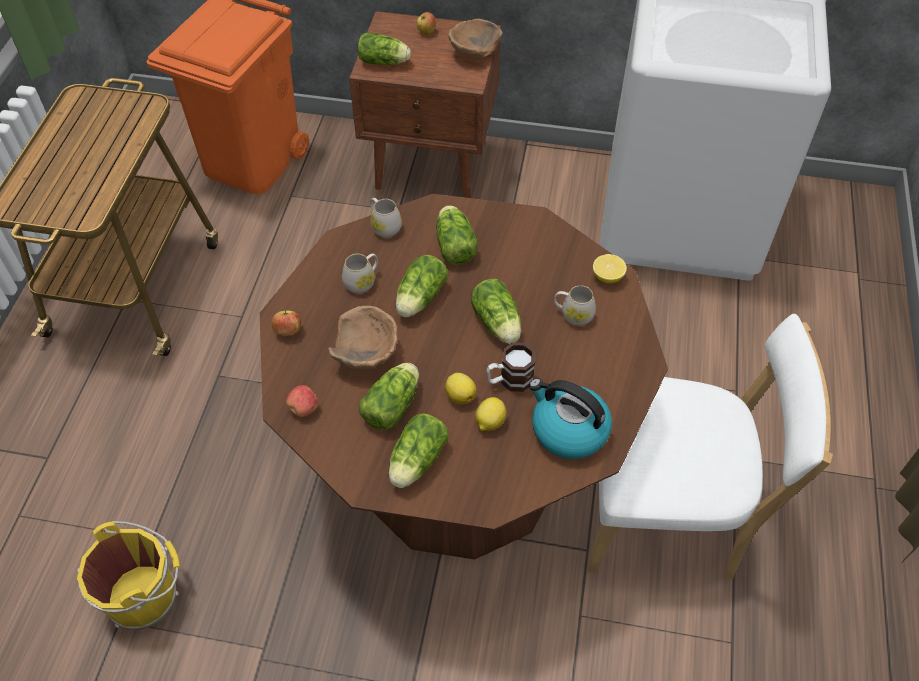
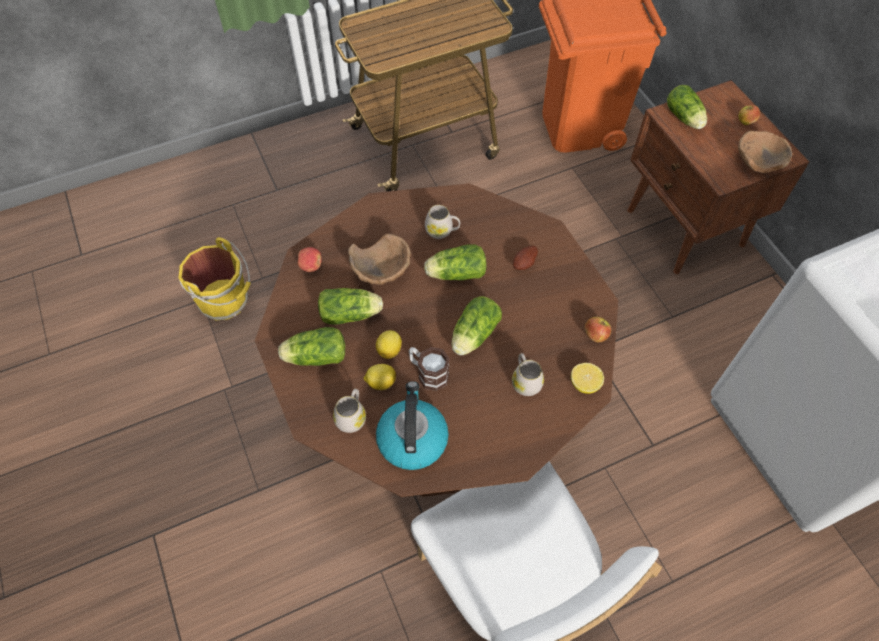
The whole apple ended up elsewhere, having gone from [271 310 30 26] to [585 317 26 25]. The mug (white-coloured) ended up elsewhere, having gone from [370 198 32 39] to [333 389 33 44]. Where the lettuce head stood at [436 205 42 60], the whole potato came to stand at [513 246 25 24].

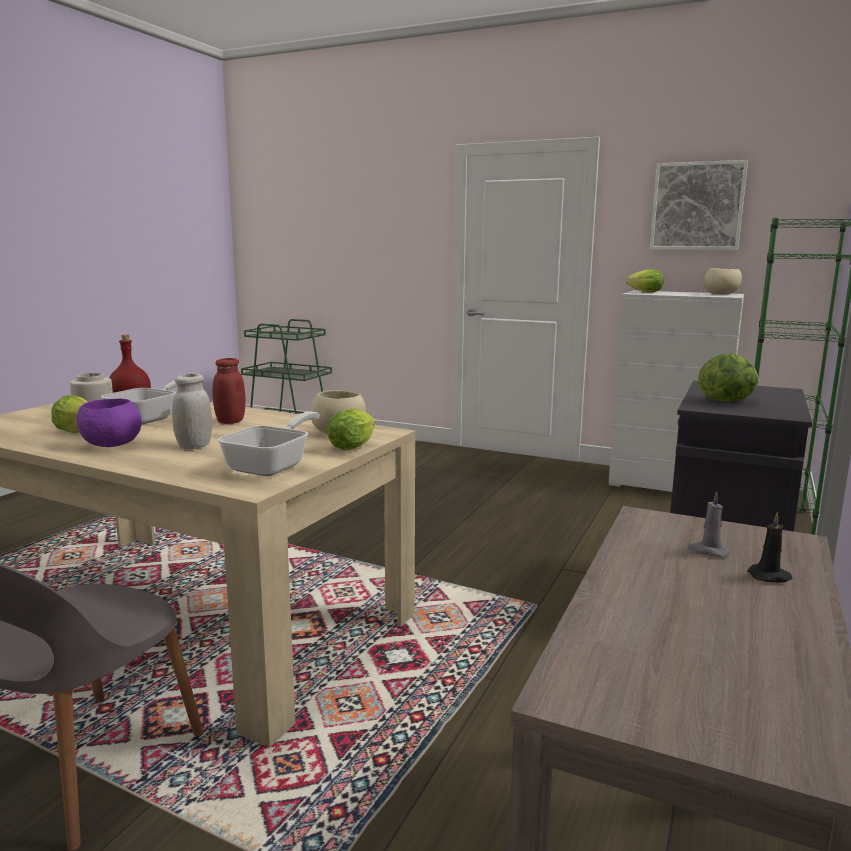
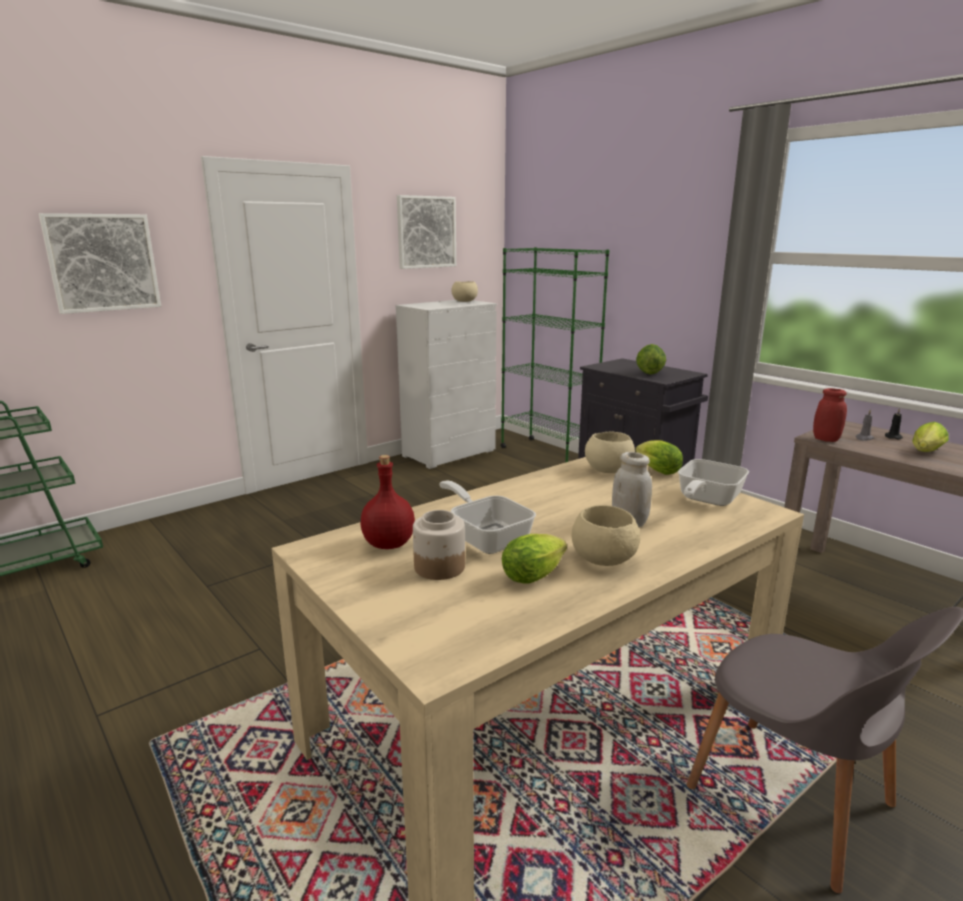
The second view gained the wall picture at [39 213 122 101]. The storage jar (reddish) ended up elsewhere, having gone from [212 358 33 66] to [813 388 34 54]. The lettuce head ended up elsewhere, having gone from [626 269 38 24] to [912 422 37 30]. What was the serving bowl (purplish) at [77 399 65 48] turned into the serving bowl (sand-coloured) at [572 505 68 61]. The frying pan at [218 411 102 65] ended up facing another way, 105 degrees counterclockwise from before.

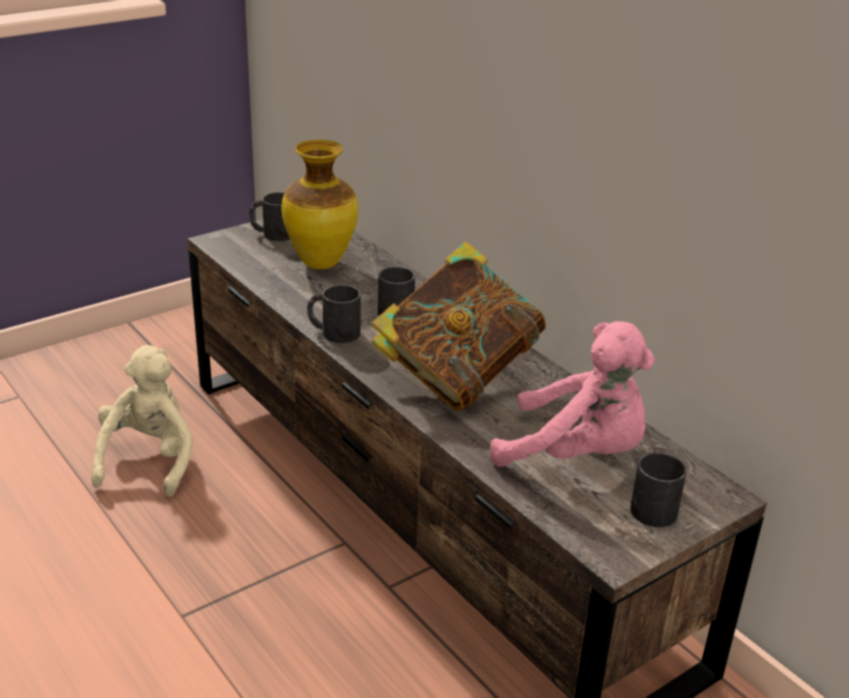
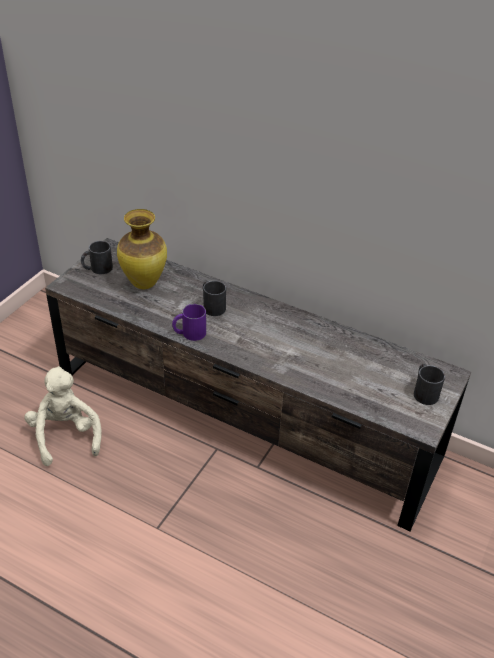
The second view lost the book at [372 242 174 169]. The second view lost the cuddly toy (pink-coloured) at [490 321 165 146]. What was the mug (black-coloured) at [307 285 54 58] turned into the mug (purplish) at [172 304 34 37].

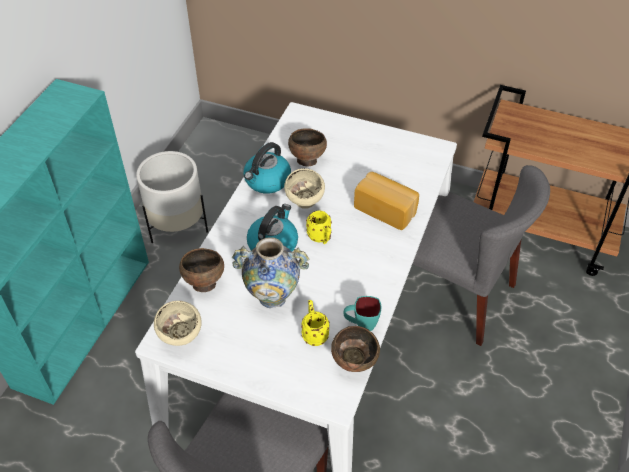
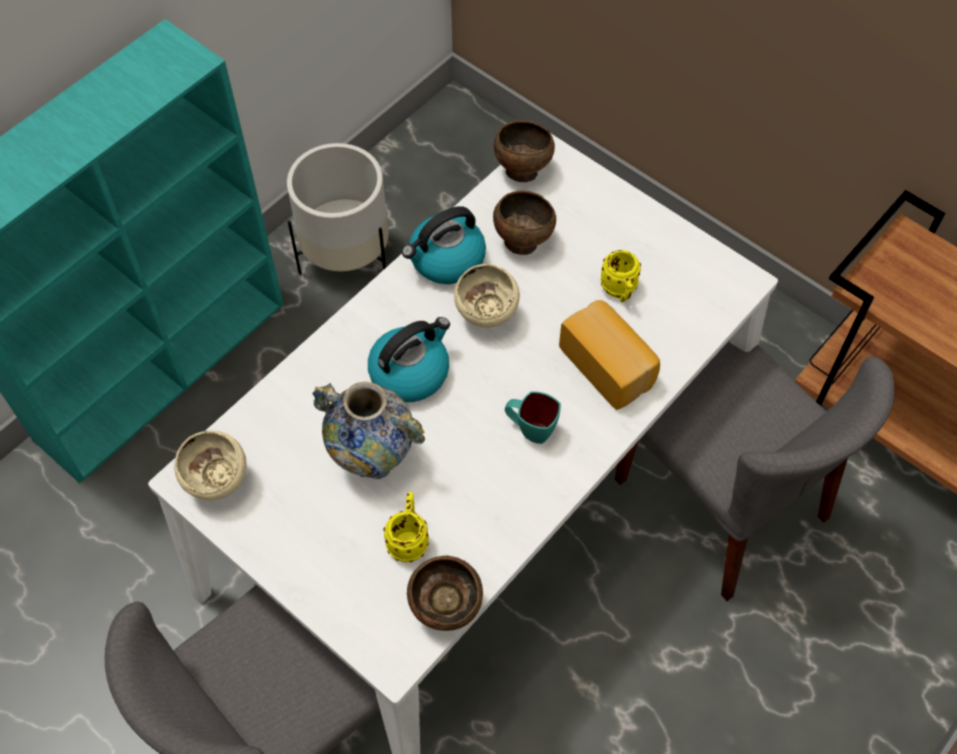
The serving bowl (brown-coloured) ended up elsewhere, having gone from [179 248 45 44] to [494 120 61 62]. The mug (yellow-coloured) ended up elsewhere, having gone from [306 210 26 34] to [601 250 40 52]. The mug (turquoise) ended up elsewhere, having gone from [343 296 38 35] to [505 391 56 53].

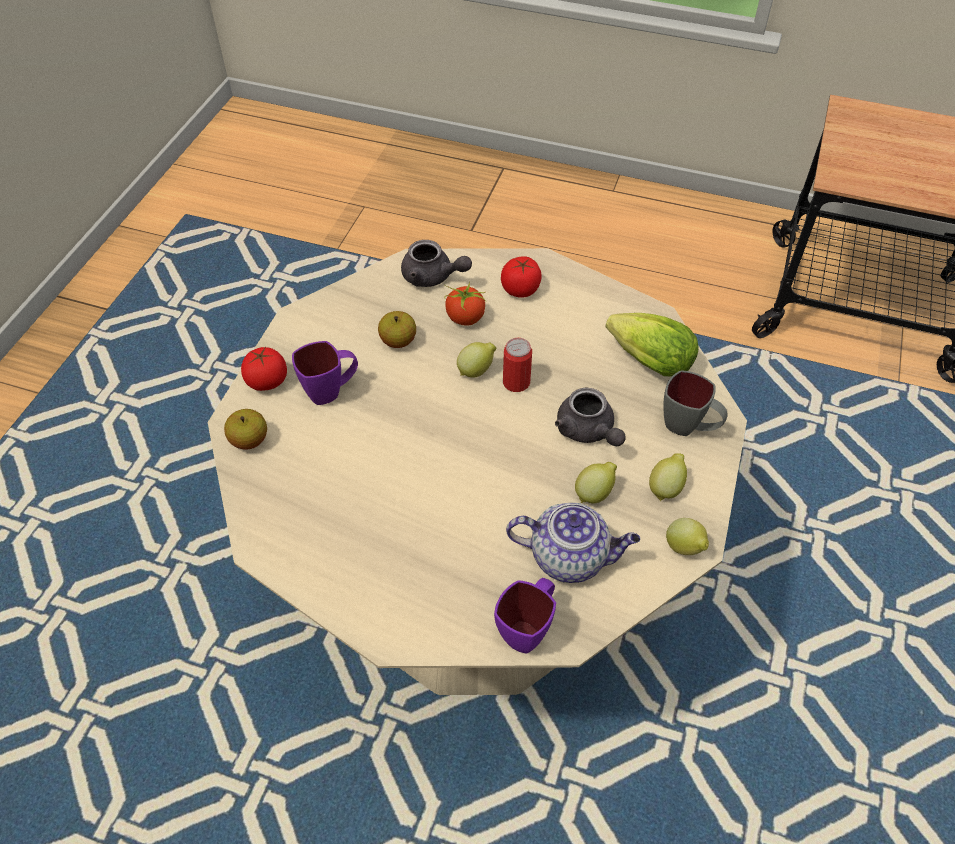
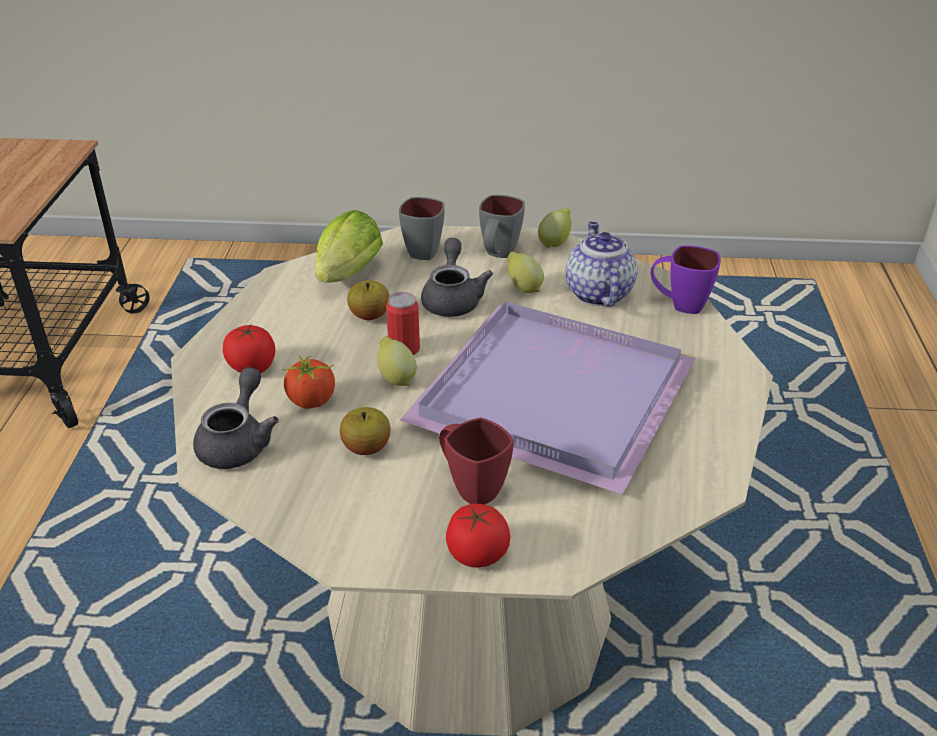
The second view gained the tray (purplish) at [400 302 296 193]. The whole apple ended up elsewhere, having gone from [224 409 43 41] to [347 280 43 40]. Where the citrus fruit stood at [649 453 38 48], the mug (greyish) came to stand at [479 195 46 63]. What was the mug (purplish) at [292 341 66 64] turned into the mug (reddish) at [439 418 75 87]. The teapot (greyish) at [555 388 71 58] ended up facing another way, 45 degrees counterclockwise from before.

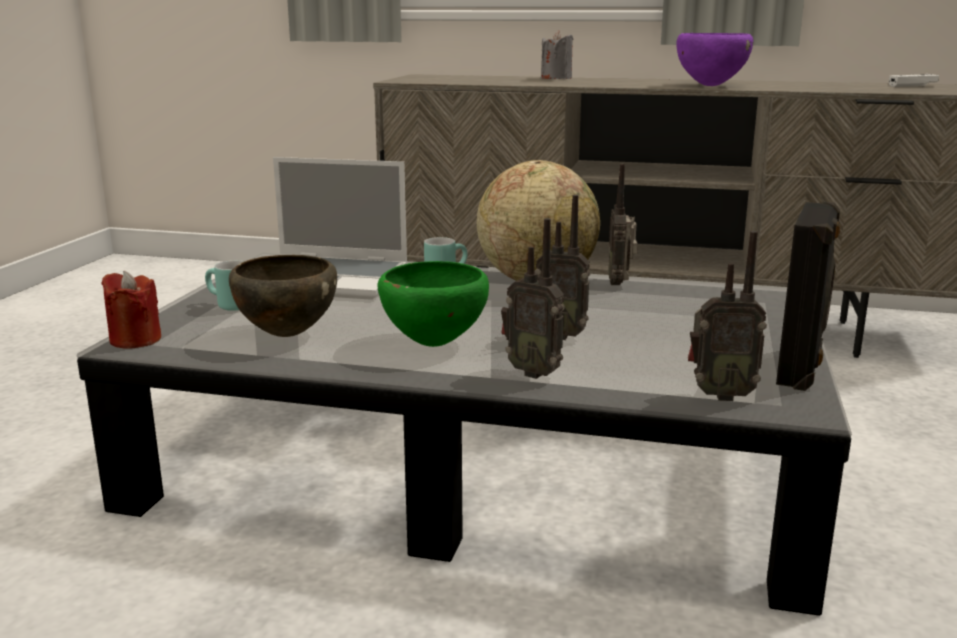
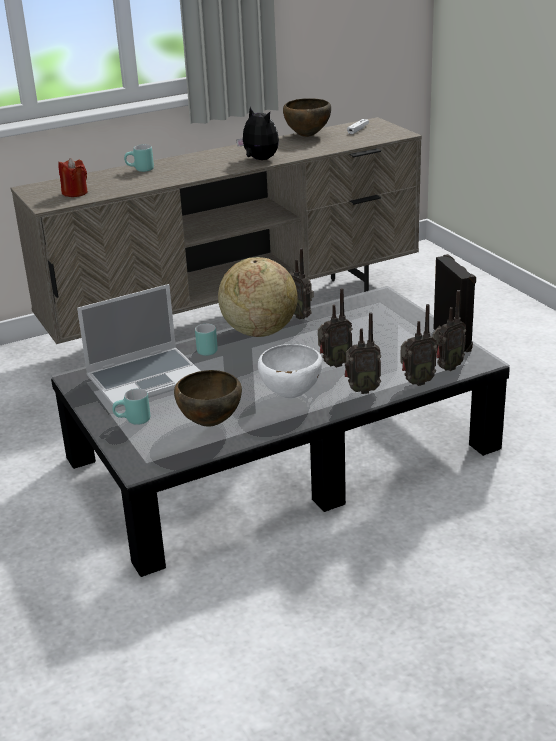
The second view gained the serving bowl (brown-coloured) at [283 98 48 39]. The second view gained the radio at [400 304 37 82]. The wax candle (reddish) ended up elsewhere, having gone from [101 271 60 78] to [58 158 30 39]. Where the wax candle (greyish) stood at [541 31 32 48], the mug (turquoise) came to stand at [124 144 30 28]. Where the serving bowl (purplish) stood at [677 33 76 53], the cuddly toy came to stand at [237 107 42 53]. What was the serving bowl (green-coloured) at [378 261 111 86] turned into the serving bowl (white-coloured) at [258 344 64 54].

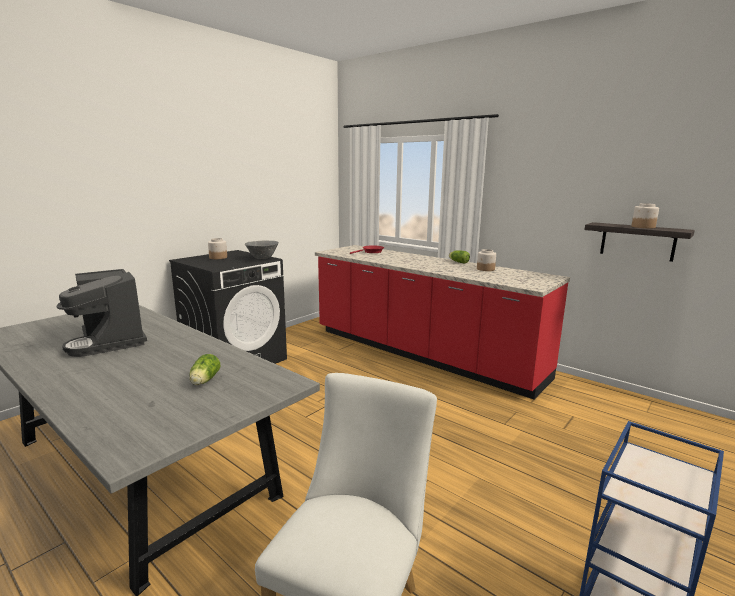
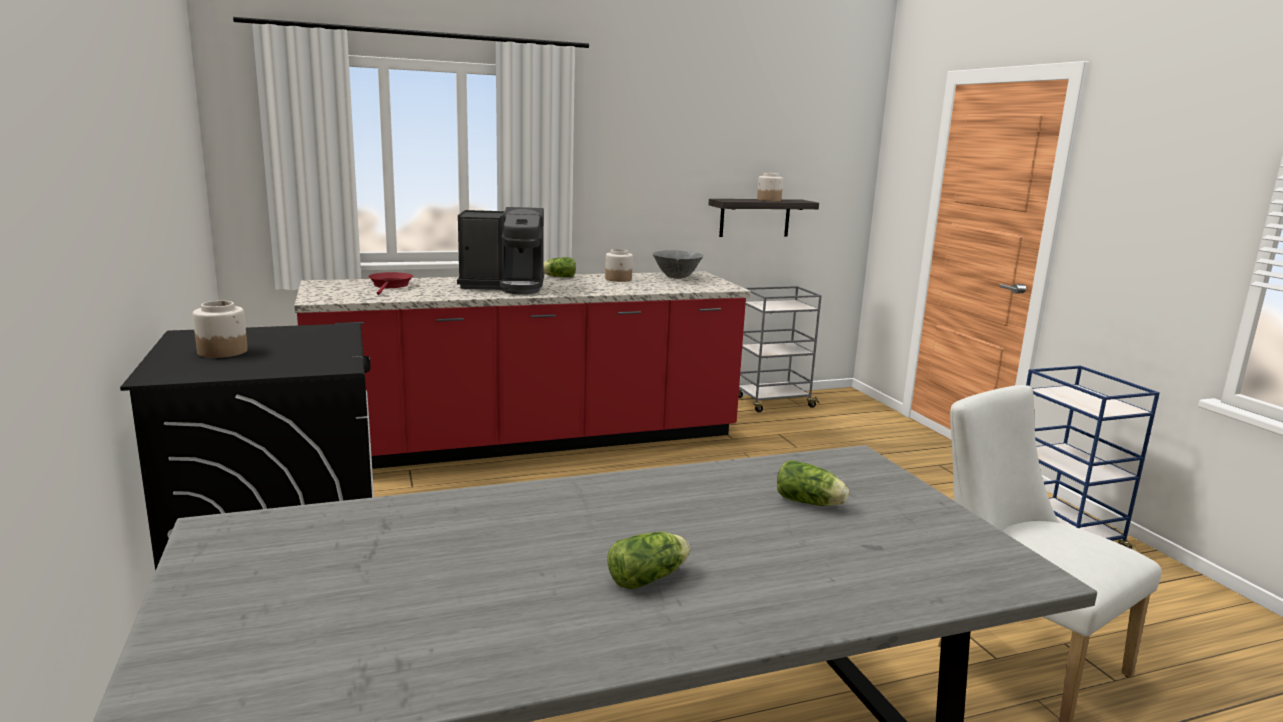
The second view gained the lettuce head at [607 532 83 57]. The second view gained the trolley (greyish) at [738 286 84 126]. The coffee brewer ended up elsewhere, having gone from [57 269 90 88] to [457 207 87 87]. The serving bowl (greyish) ended up elsewhere, having gone from [245 240 34 19] to [652 250 52 29].

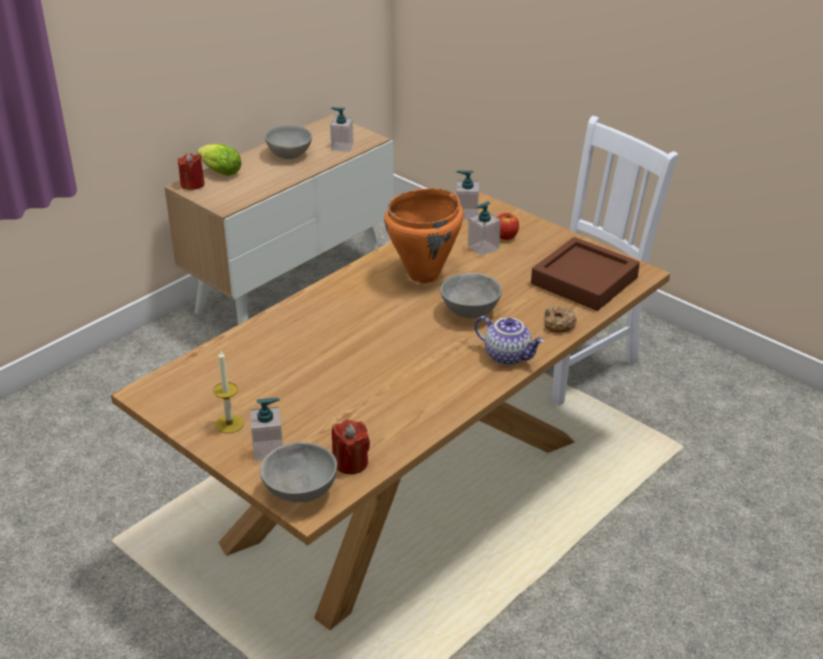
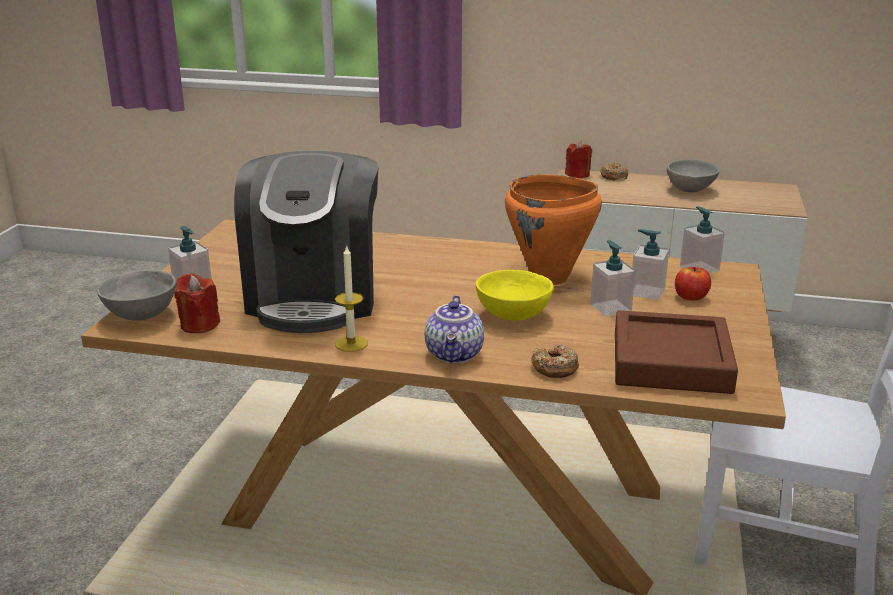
The second view gained the coffee brewer at [234 151 145 182]. The wax candle ended up elsewhere, having gone from [213 349 31 84] to [335 246 33 106]. The soap bottle ended up elsewhere, having gone from [330 107 23 45] to [590 240 45 76]. Where the lettuce head stood at [197 144 45 32], the ring doughnut came to stand at [600 163 28 17]. What was the serving bowl (greyish) at [440 273 62 45] turned into the serving bowl (yellow-coloured) at [476 270 78 51].

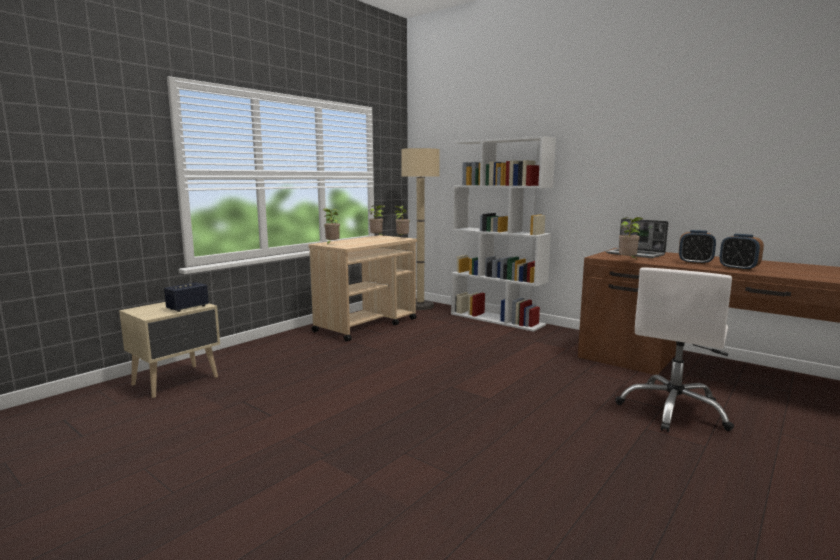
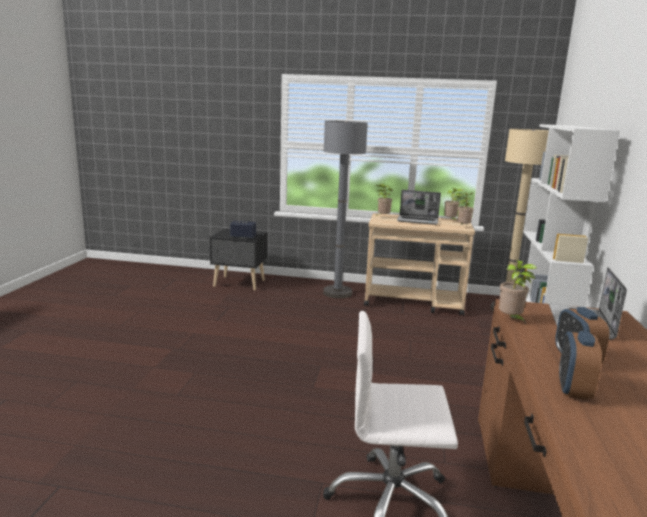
The second view gained the standing lamp (greyish) at [323 121 45 178]. The second view gained the notebook computer at [397 190 44 35]. What was the bedside table (sand-coloured) at [119 302 101 96] turned into the bedside table (black-coloured) at [210 229 57 62].

